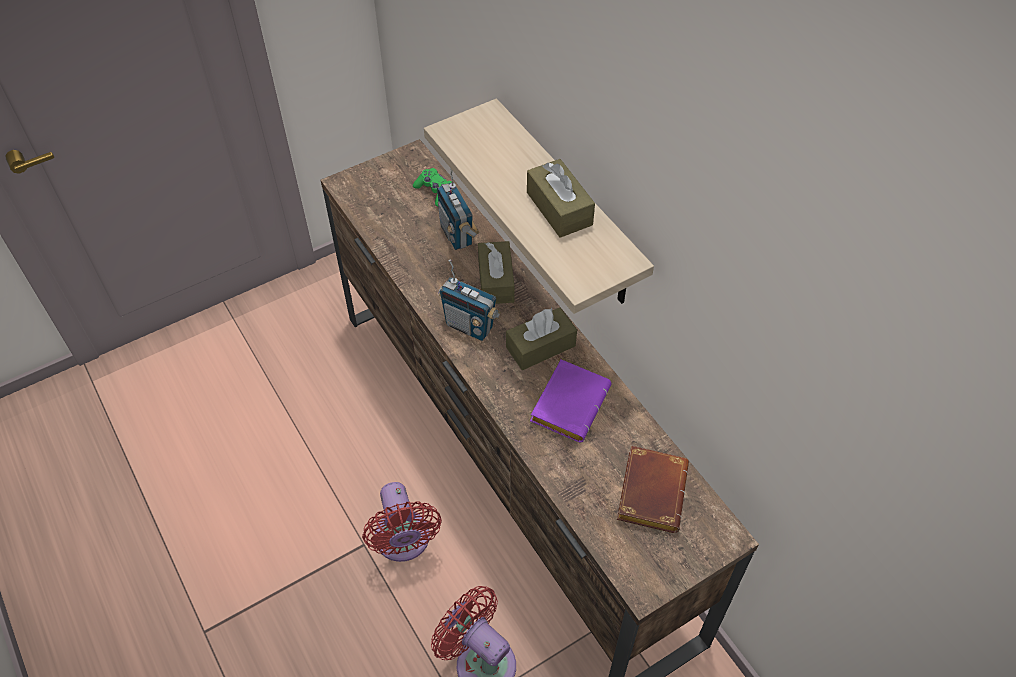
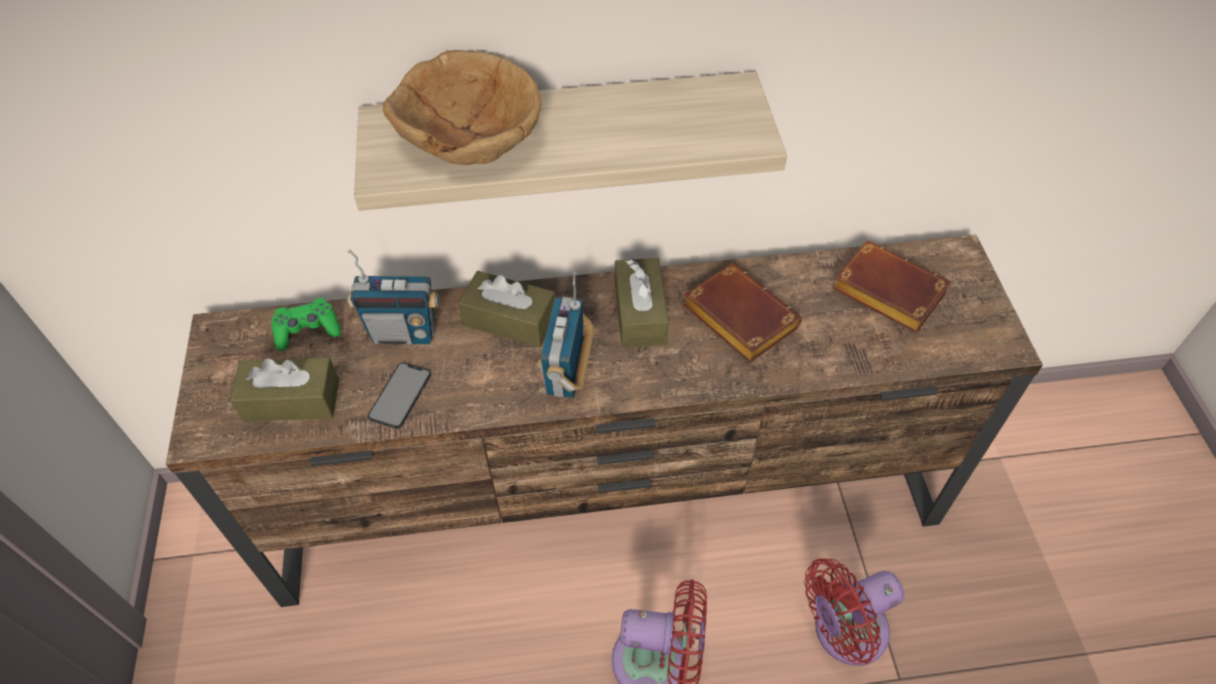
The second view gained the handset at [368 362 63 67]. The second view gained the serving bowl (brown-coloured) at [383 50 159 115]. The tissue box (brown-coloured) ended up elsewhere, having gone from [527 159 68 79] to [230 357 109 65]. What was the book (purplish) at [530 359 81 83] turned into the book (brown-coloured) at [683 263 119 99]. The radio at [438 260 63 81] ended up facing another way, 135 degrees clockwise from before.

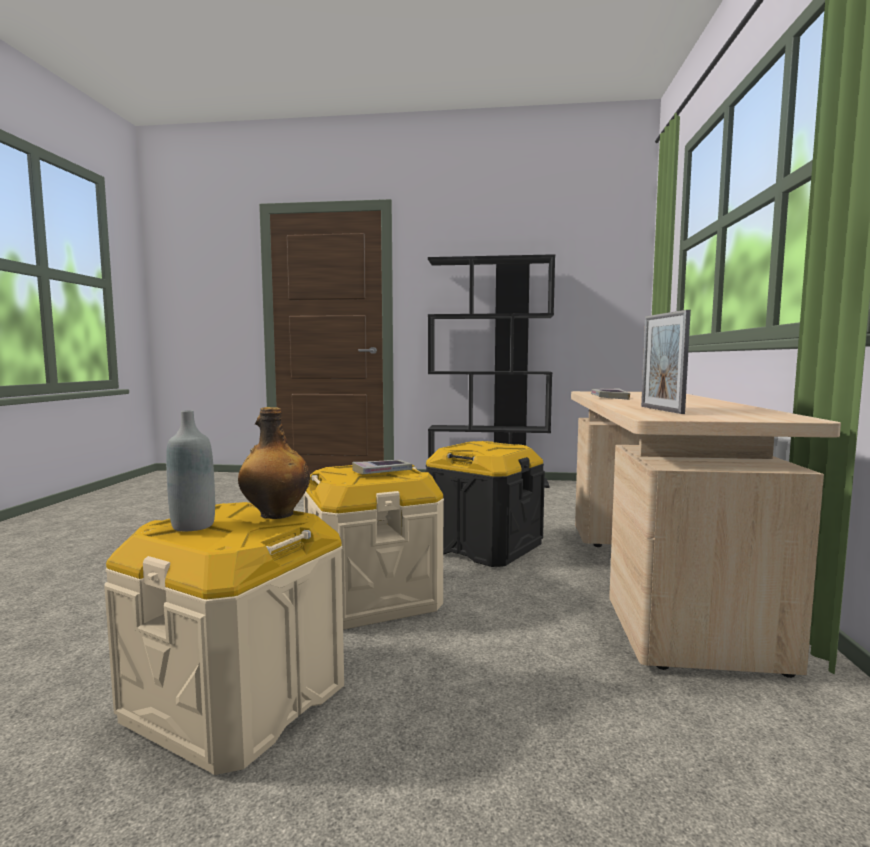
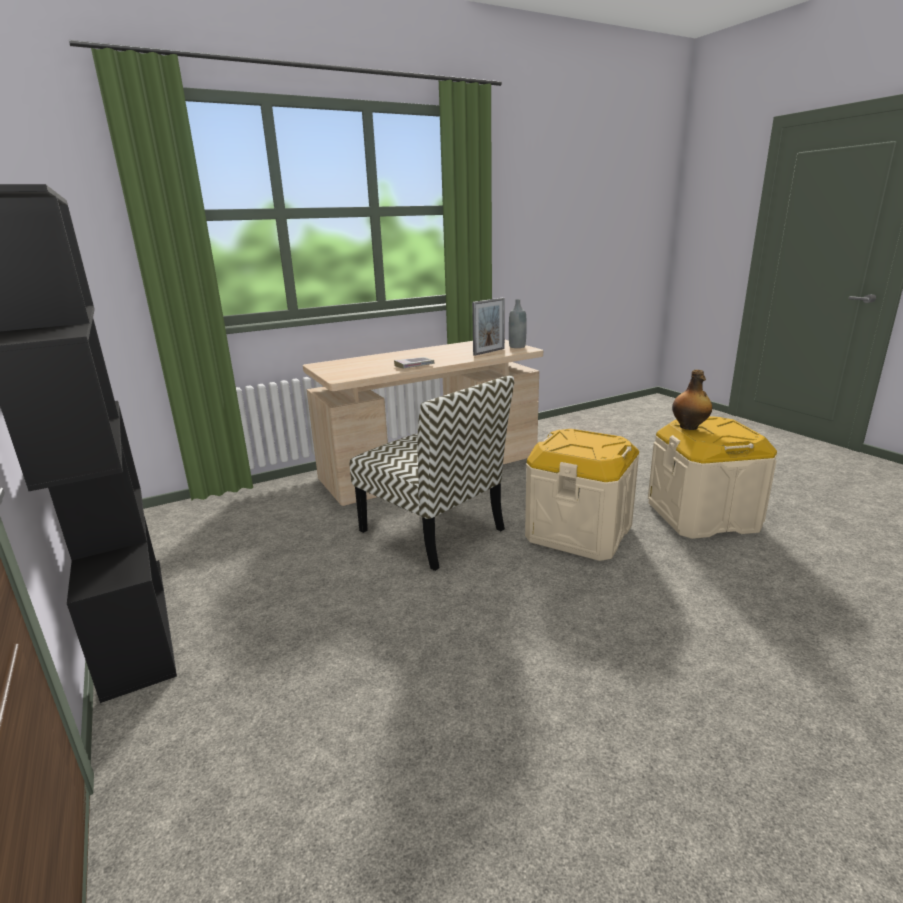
The second view lost the book at [352 460 60 14]. The beverage bottle (greyish) ended up elsewhere, having gone from [166 410 49 121] to [509 299 18 49]. Where the storage bin (black-coloured) stood at [425 441 120 126], the chair came to stand at [349 375 165 196].

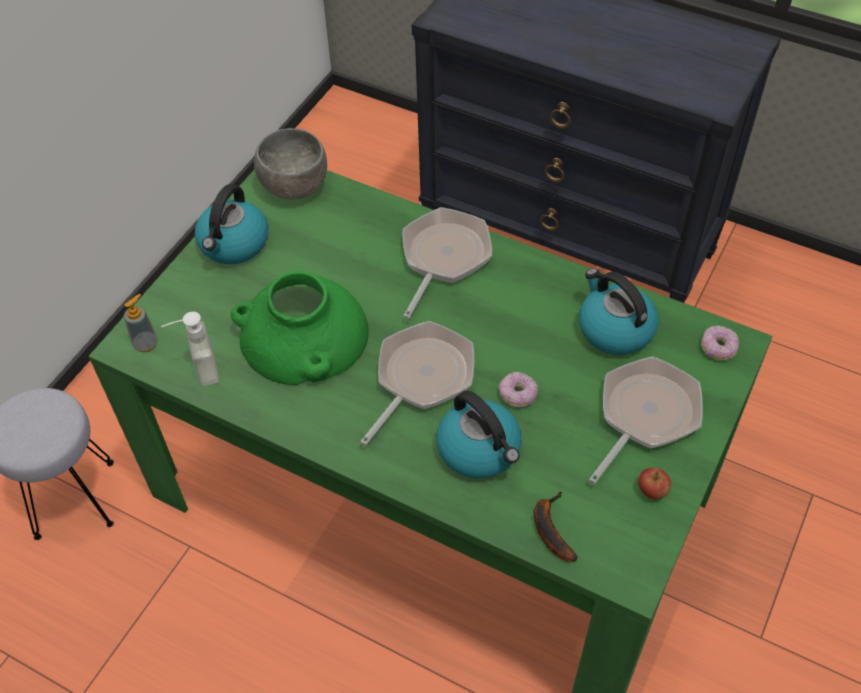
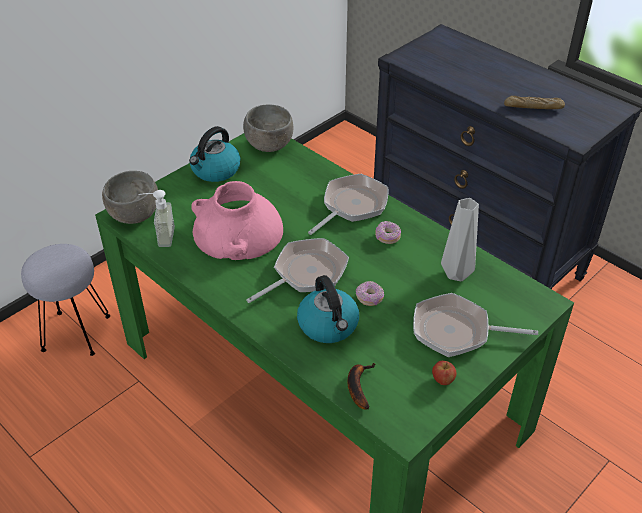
The second view gained the bread at [504 96 61 13]. The ring doughnut ended up elsewhere, having gone from [701 326 38 34] to [375 221 26 23]. Where the soap bottle stood at [124 294 34 58], the serving bowl (greyish) came to stand at [102 171 56 53]. Where the water kettle stood at [579 269 80 86], the decorative vase (greyish) came to stand at [441 198 38 83]. What was the decorative vase (green-coloured) at [231 270 138 115] turned into the decorative vase (pink-coloured) at [191 181 92 79]. The frying pan at [589 356 114 128] ended up facing another way, 135 degrees counterclockwise from before.

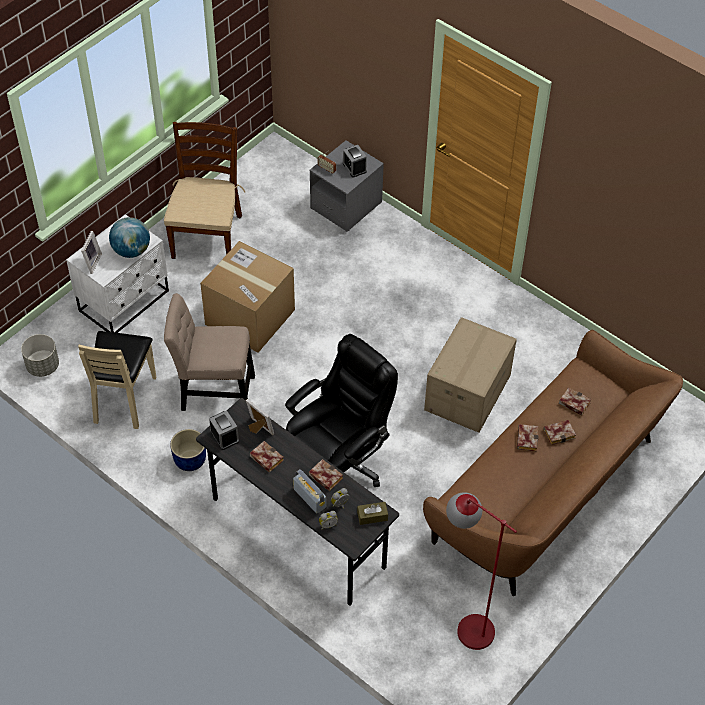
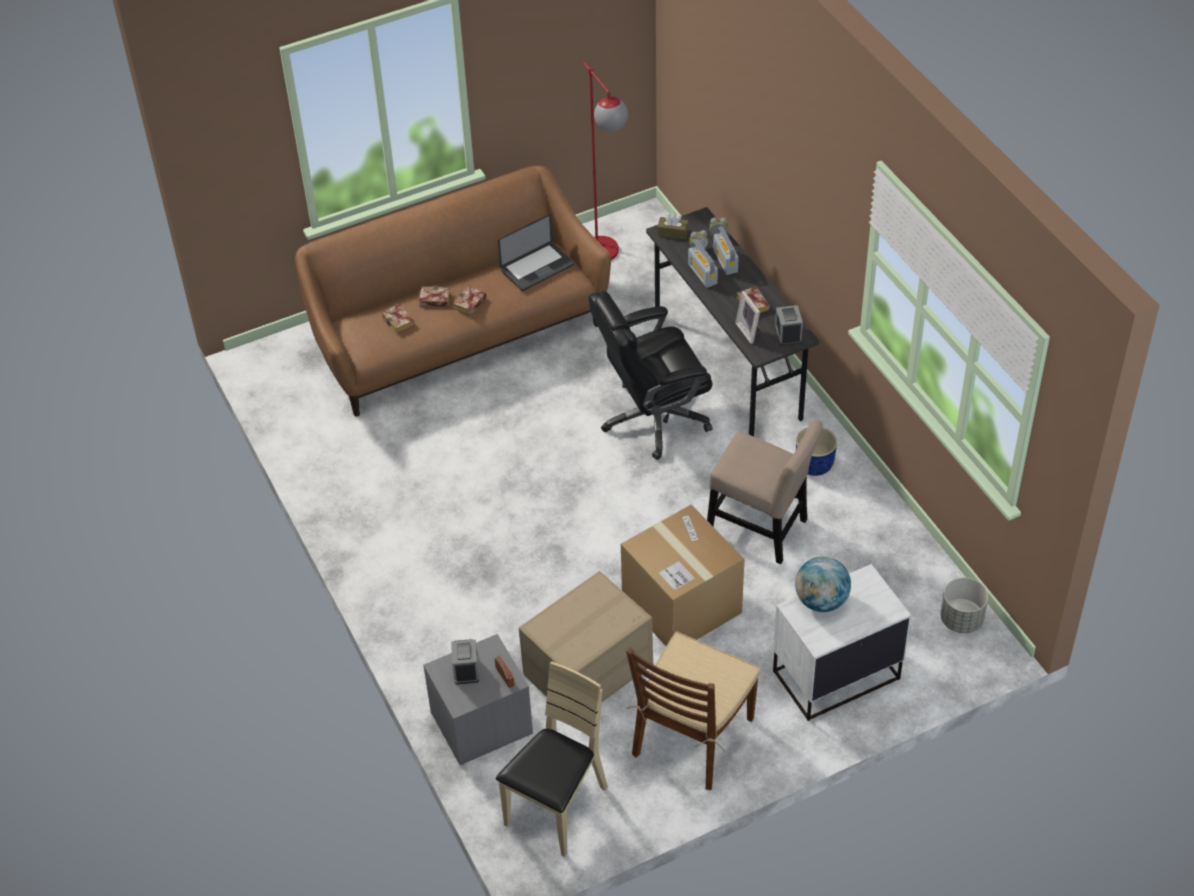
The second view lost the picture frame at [81 231 21 43]. The second view gained the notebook computer at [498 214 76 77]. The chair (sand-coloured) ended up elsewhere, having gone from [78 331 78 98] to [496 661 112 196]. The packing box ended up elsewhere, having gone from [424 317 93 116] to [519 571 134 132]. Where the book stood at [309 459 34 32], the radio came to stand at [688 240 30 48].

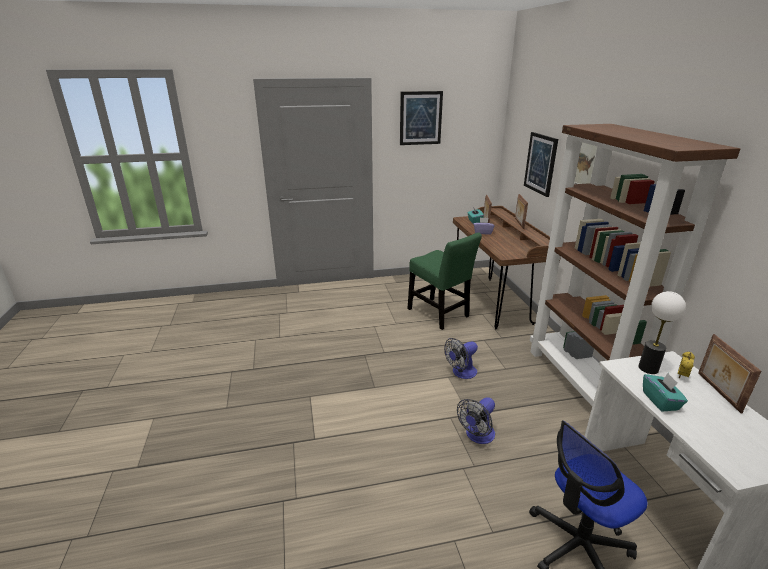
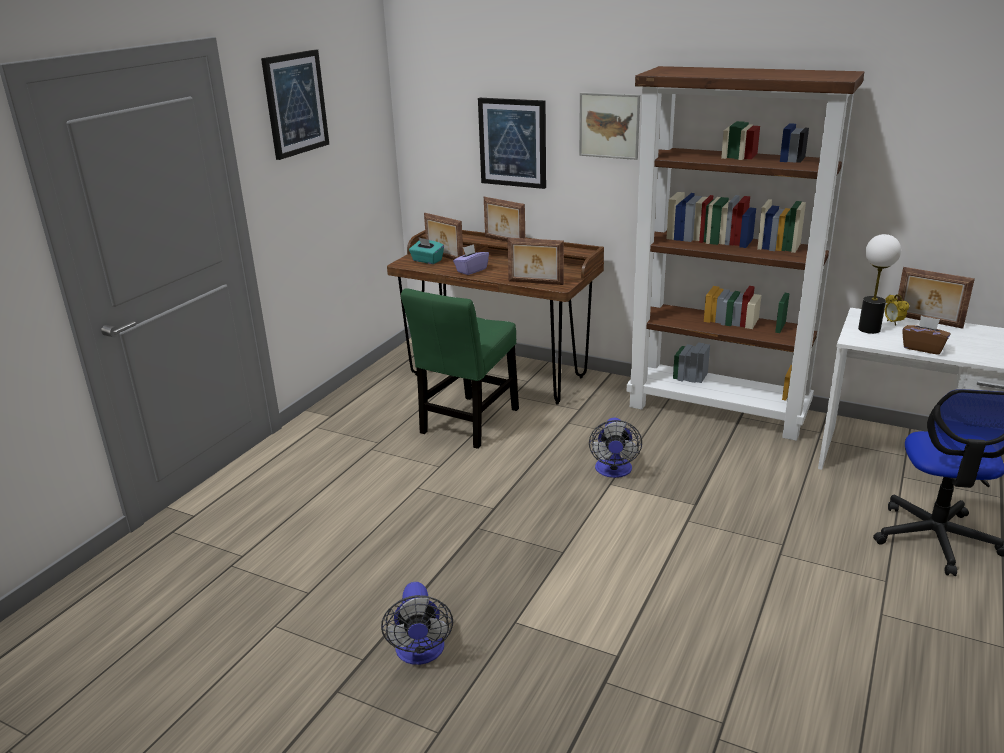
The second view gained the picture frame at [507 238 57 47]. The fan ended up elsewhere, having gone from [457 397 38 47] to [381 582 72 83]. What was the tissue box (turquoise) at [643 373 45 38] turned into the tissue box (brown-coloured) at [902 316 49 39]. The chair (green-coloured) at [407 233 75 97] ended up facing another way, 120 degrees clockwise from before.

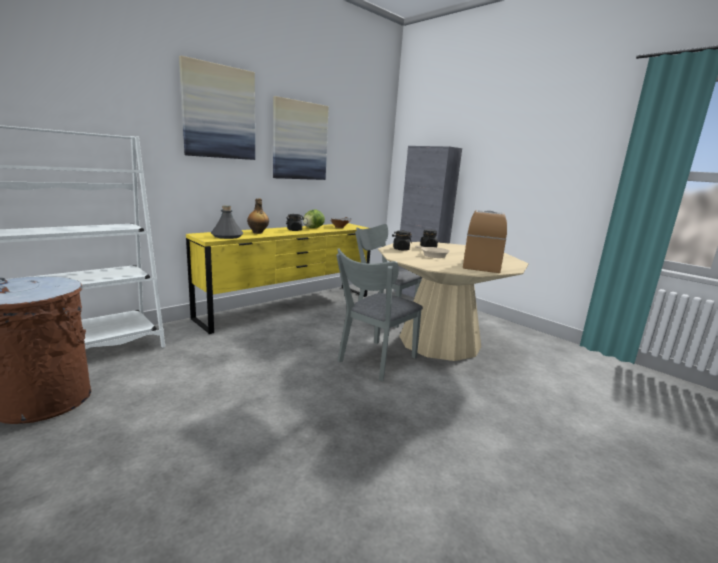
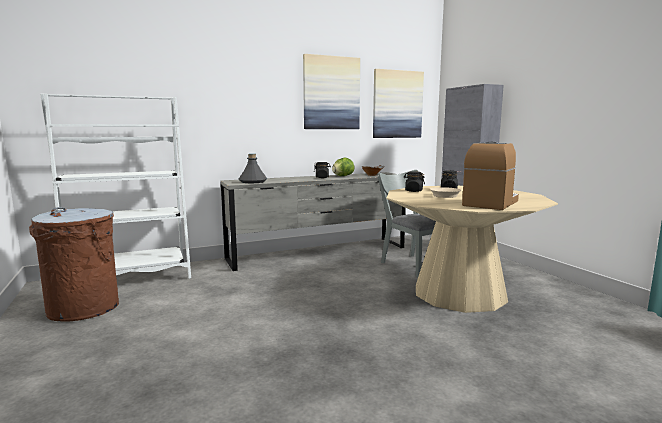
The second view lost the beverage bottle at [247 199 22 35]. The second view lost the chair (greyish) at [336 248 87 133]. The wall picture ended up elsewhere, having gone from [179 56 76 104] to [373 69 51 69]. What was the drawer chest (yellow-coloured) at [186 223 184 111] turned into the drawer chest (greyish) at [221 172 185 99].

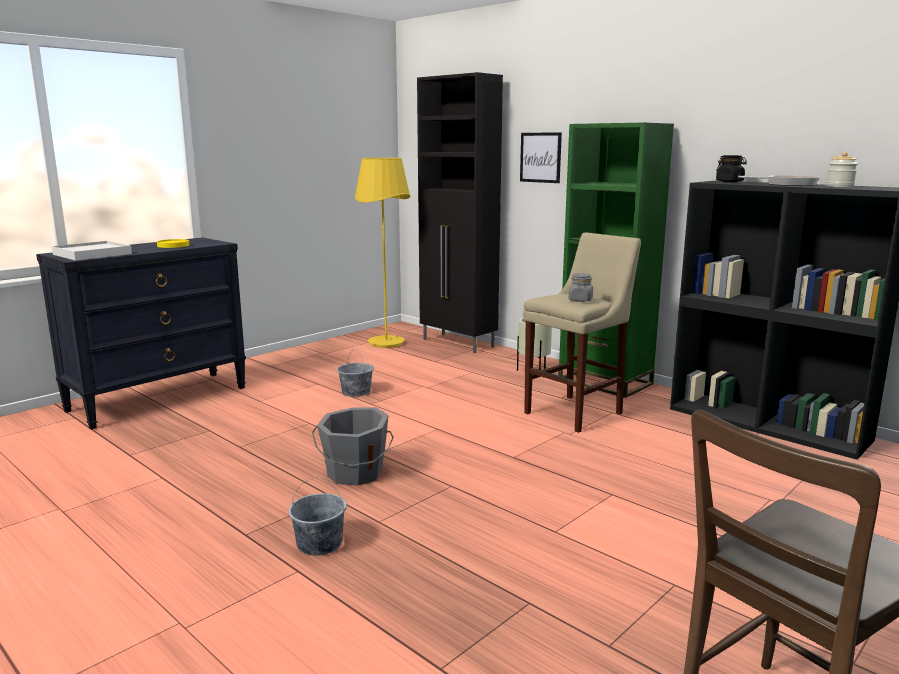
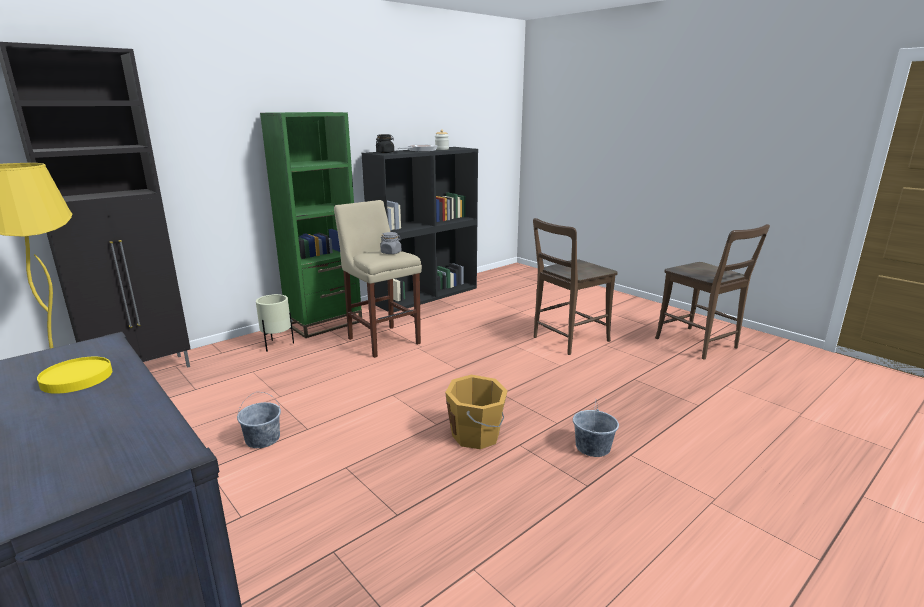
The second view lost the tray (white-coloured) at [52 241 80 20]. The second view lost the wall picture at [520 132 42 51]. The second view gained the chair (brown-coloured) at [533 218 85 137]. What was the water bucket (greyish) at [312 407 82 78] turned into the water bucket (orangey) at [445 375 63 74].

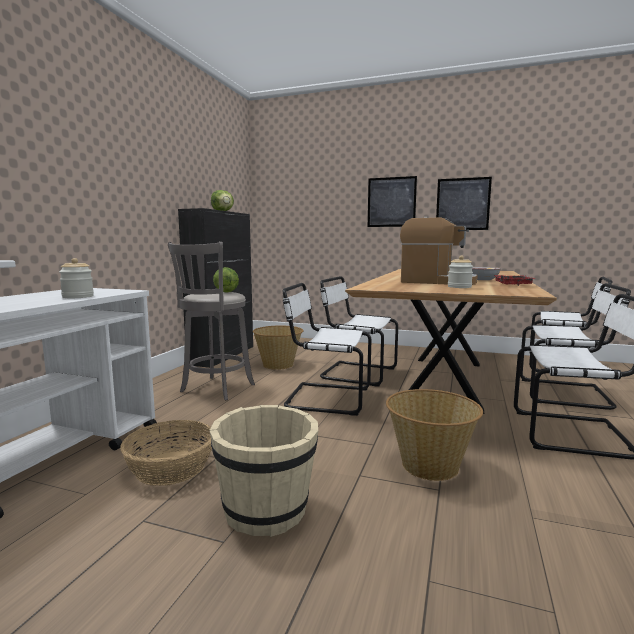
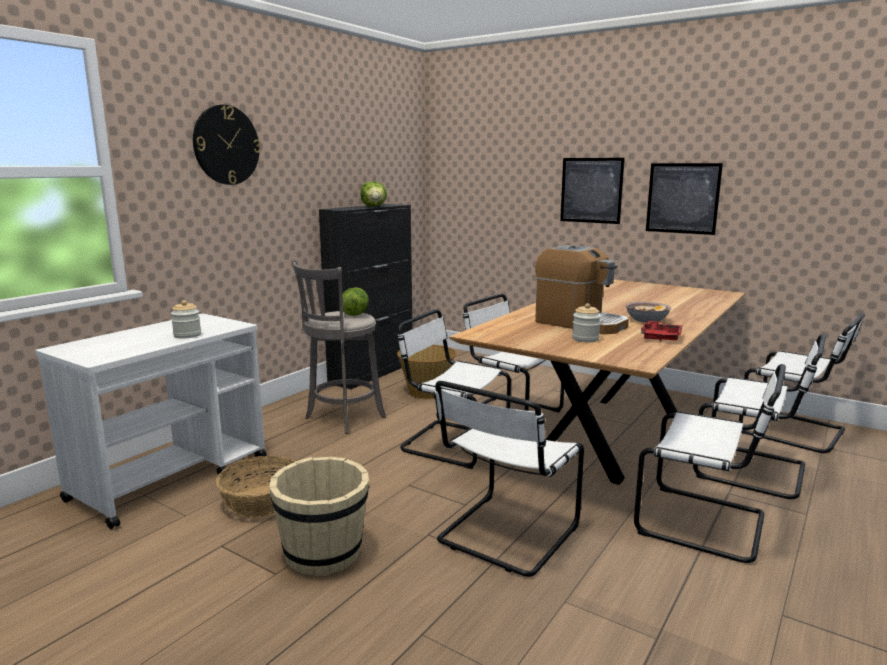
The second view gained the hanging clock at [193 105 68 80]. Where the basket stood at [386 389 97 92], the chair (white-coloured) came to stand at [434 381 150 196].

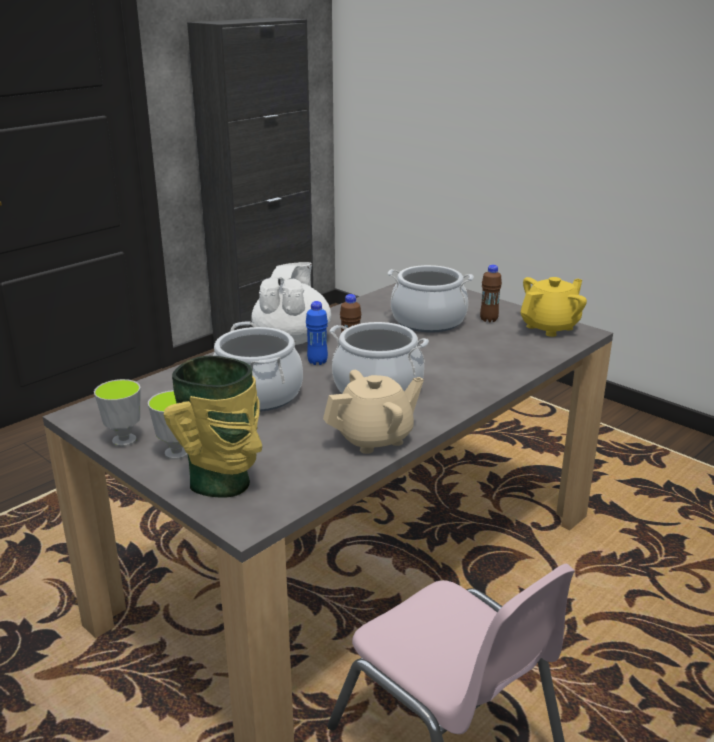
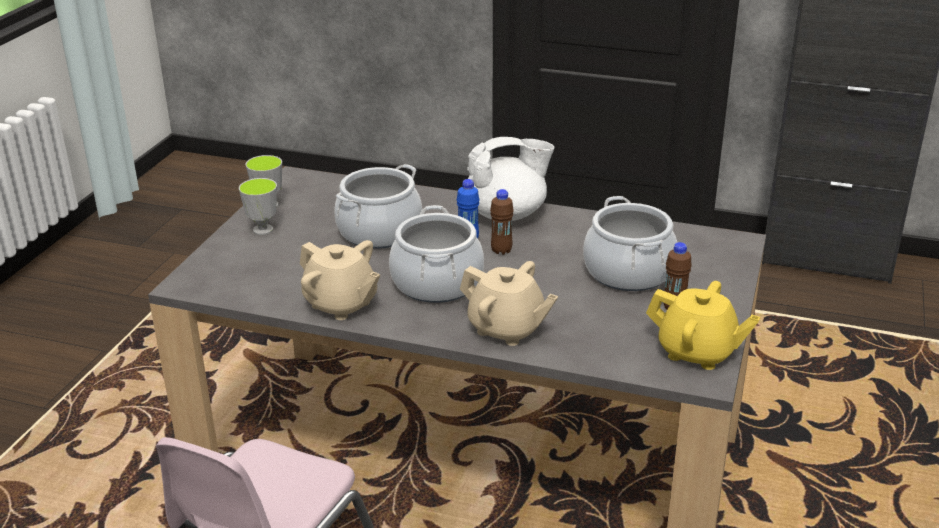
The second view lost the decorative vase at [164 356 98 142]. The second view gained the teapot (sand-coloured) at [460 261 98 85].

